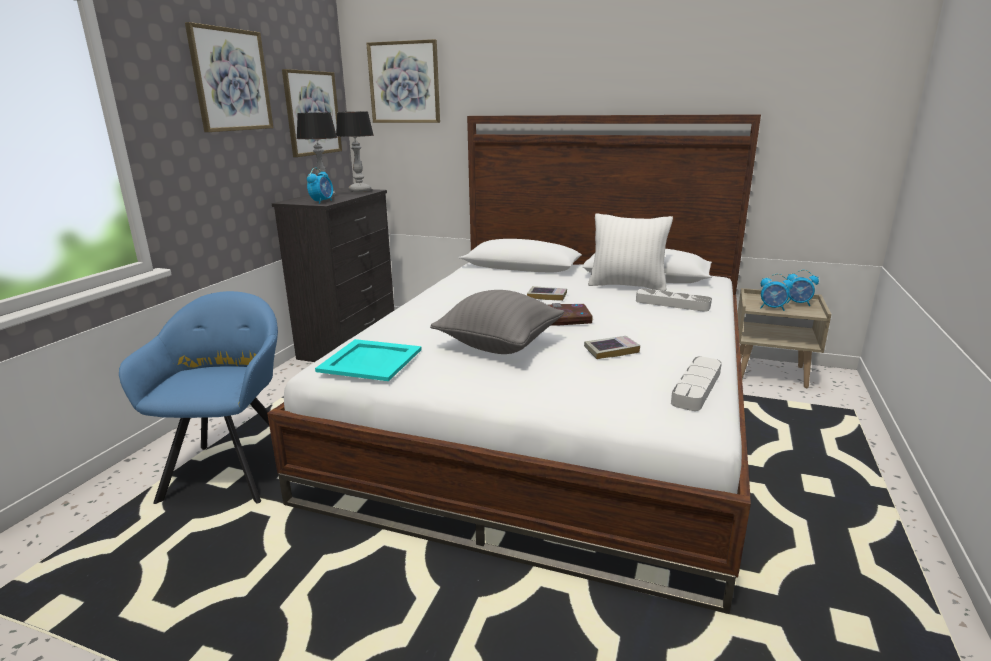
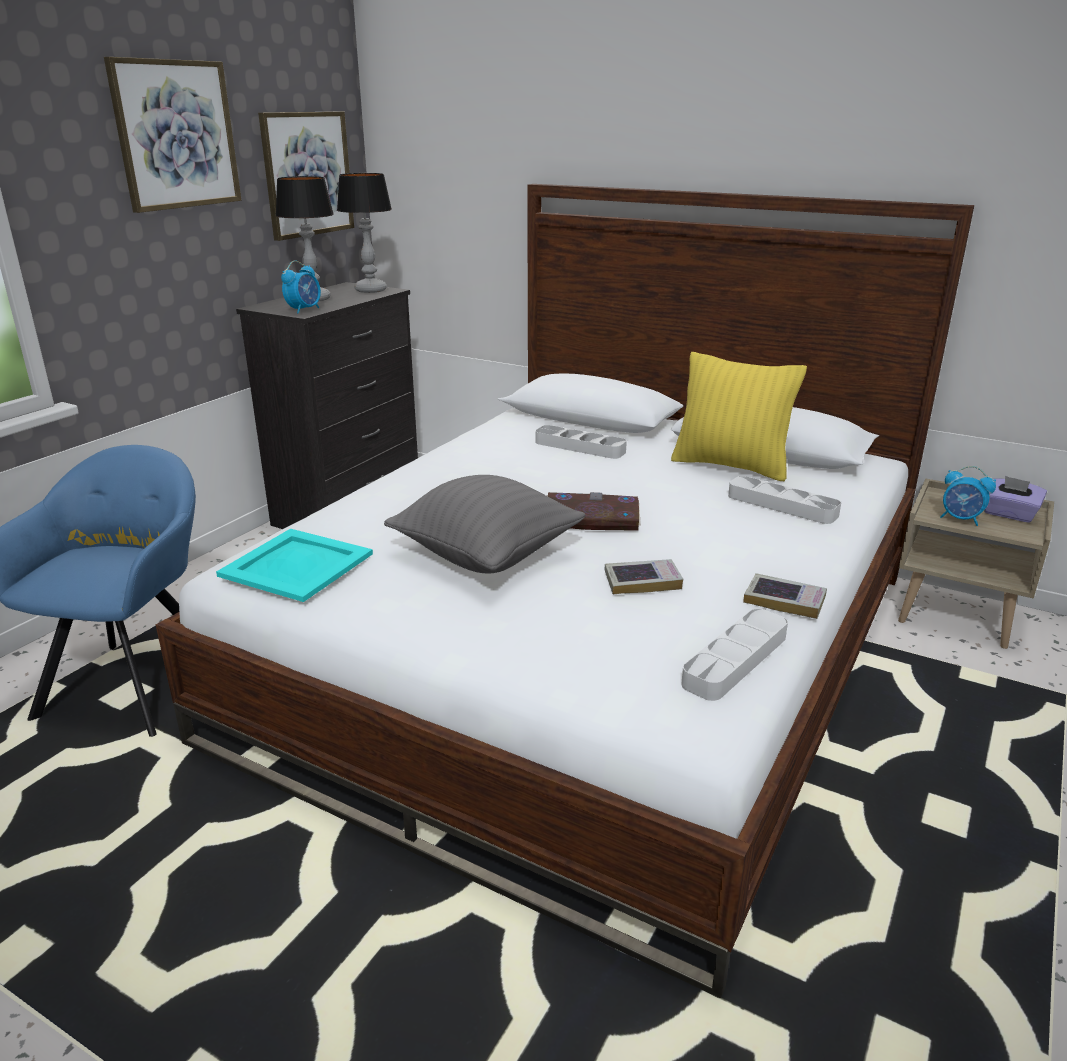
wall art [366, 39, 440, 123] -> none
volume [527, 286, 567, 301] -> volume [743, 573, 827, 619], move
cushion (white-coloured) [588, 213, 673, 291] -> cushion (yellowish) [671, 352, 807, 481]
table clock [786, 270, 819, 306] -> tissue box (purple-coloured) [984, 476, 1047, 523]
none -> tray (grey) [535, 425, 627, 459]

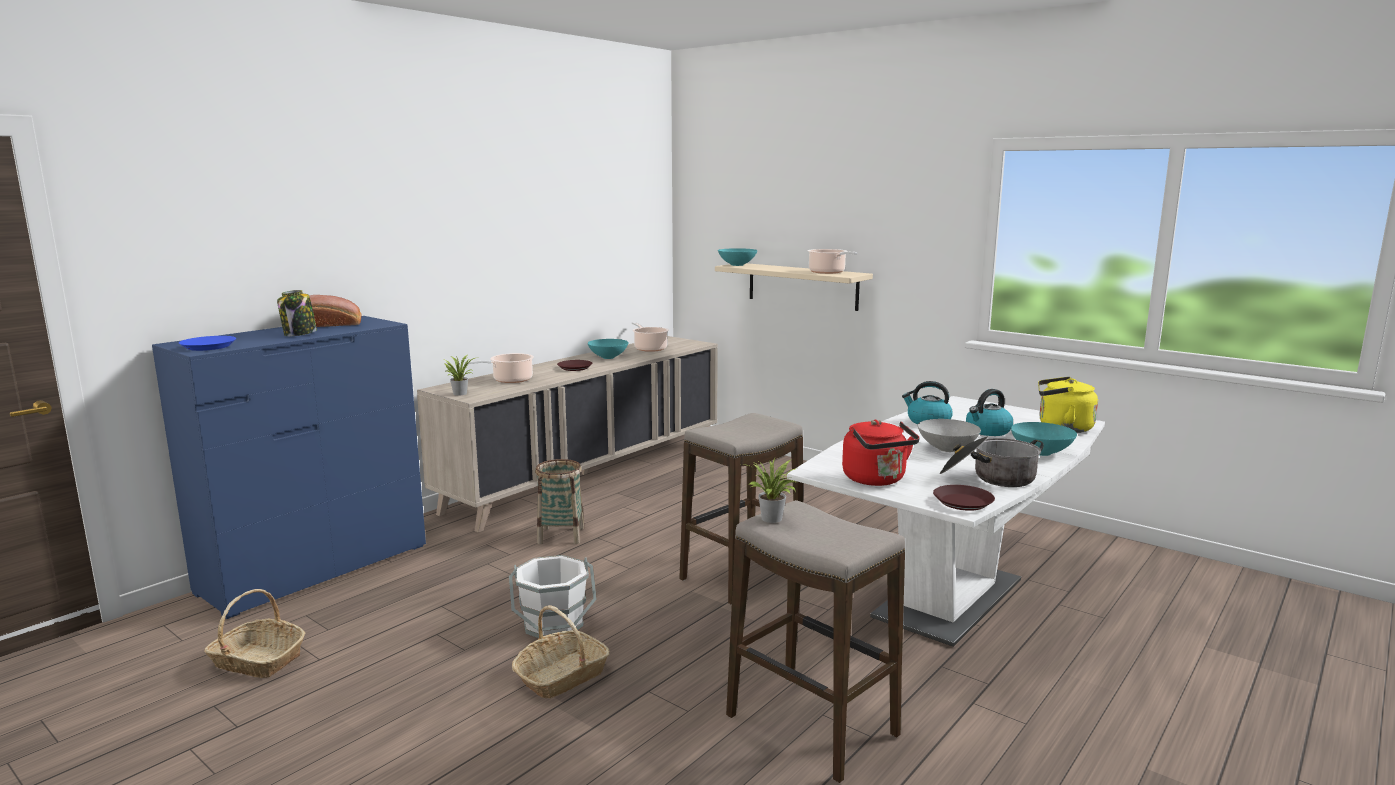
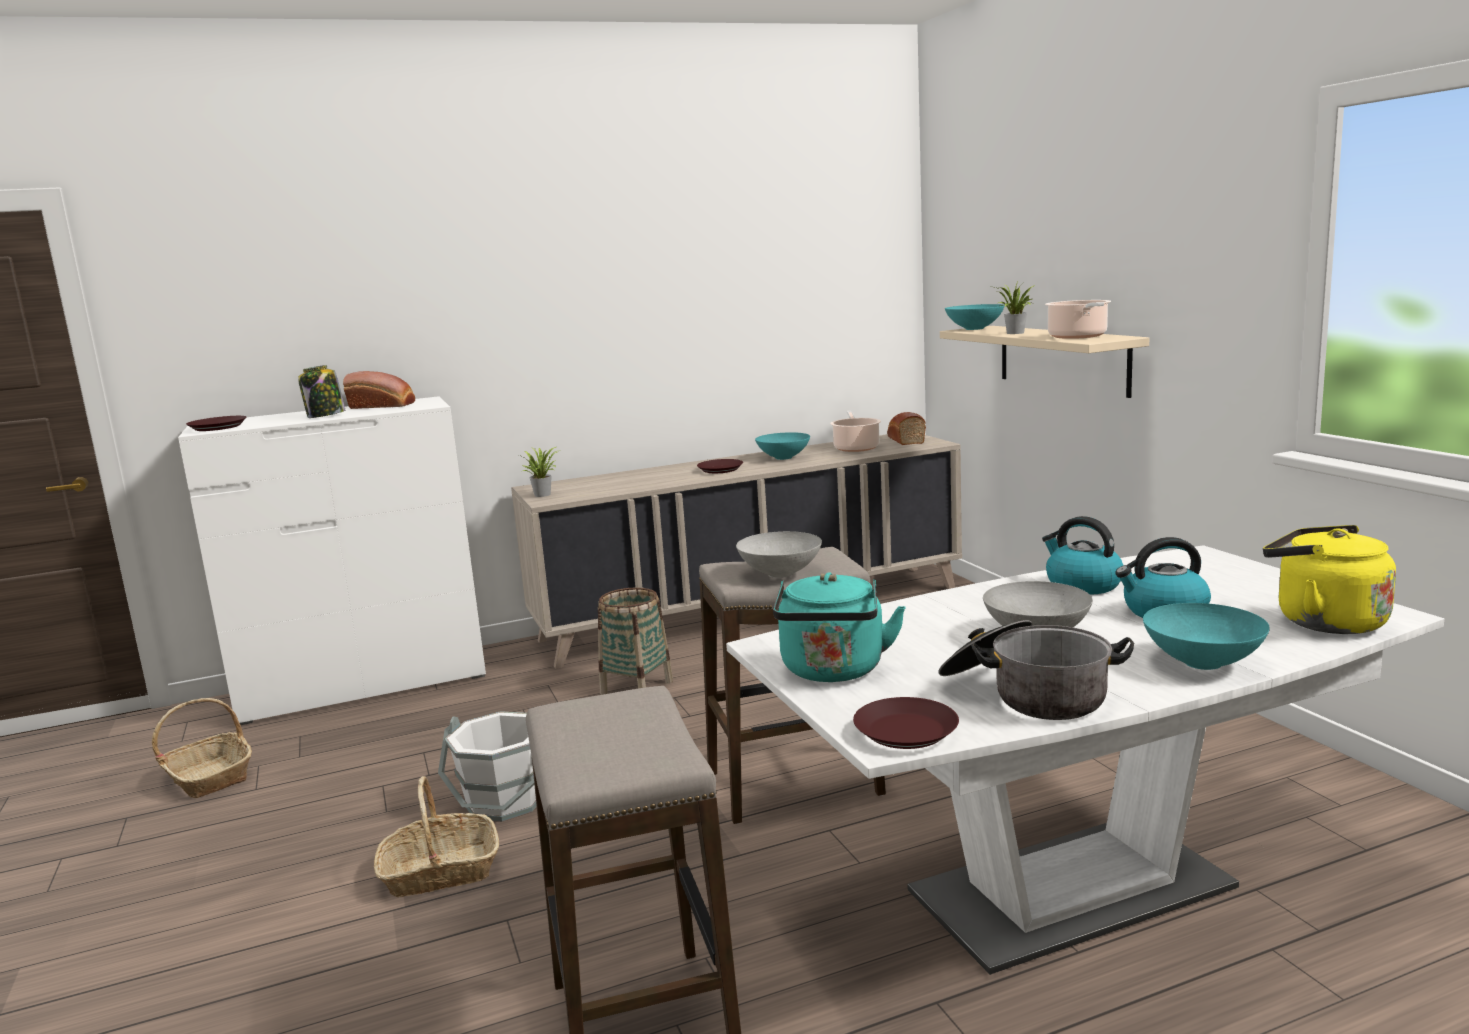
dresser (blue-coloured) [152, 316, 426, 619] -> dresser (white-coloured) [178, 396, 486, 725]
flat dish (blue-coloured) [179, 336, 236, 351] -> flat dish (brown) [186, 416, 246, 431]
stockpot [467, 353, 534, 383] -> none
potted plant [741, 458, 798, 523] -> potted plant [995, 280, 1035, 334], move
kettle (red) [842, 420, 920, 486] -> kettle (turquoise-coloured) [773, 572, 906, 682]
none -> deep dish (grey) [736, 531, 822, 578]
none -> baked bread [887, 412, 926, 445]

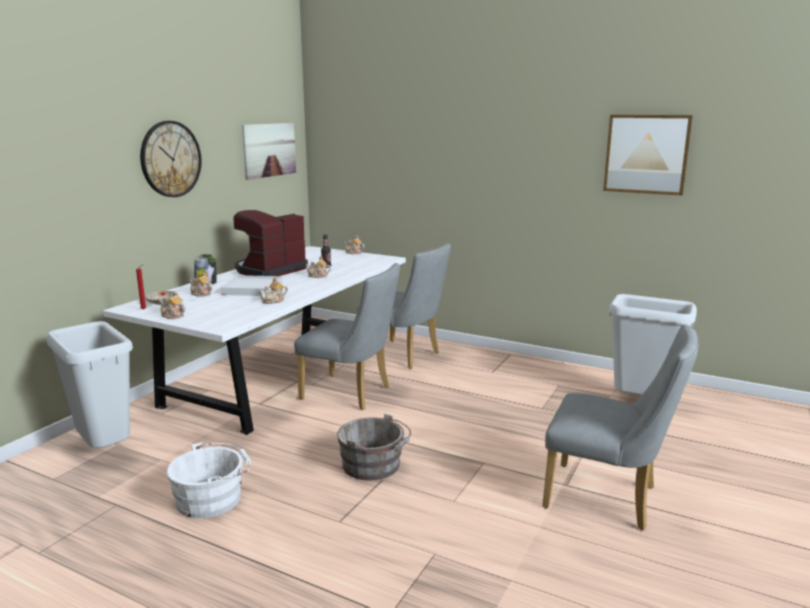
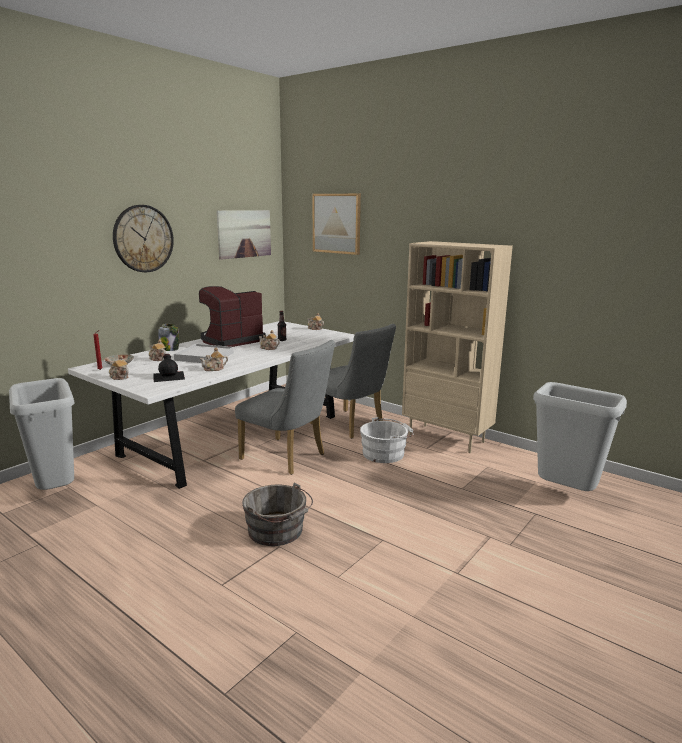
bucket (white-coloured) [167, 442, 251, 518] -> bucket (white-coloured) [360, 417, 414, 463], move
chair (grey) [542, 324, 698, 530] -> none
wall art [603, 115, 693, 195] -> wall art [312, 194, 361, 255], move
none -> bottle (blackish) [153, 354, 185, 382]
none -> bookshelf (sand-coloured) [402, 241, 513, 453]

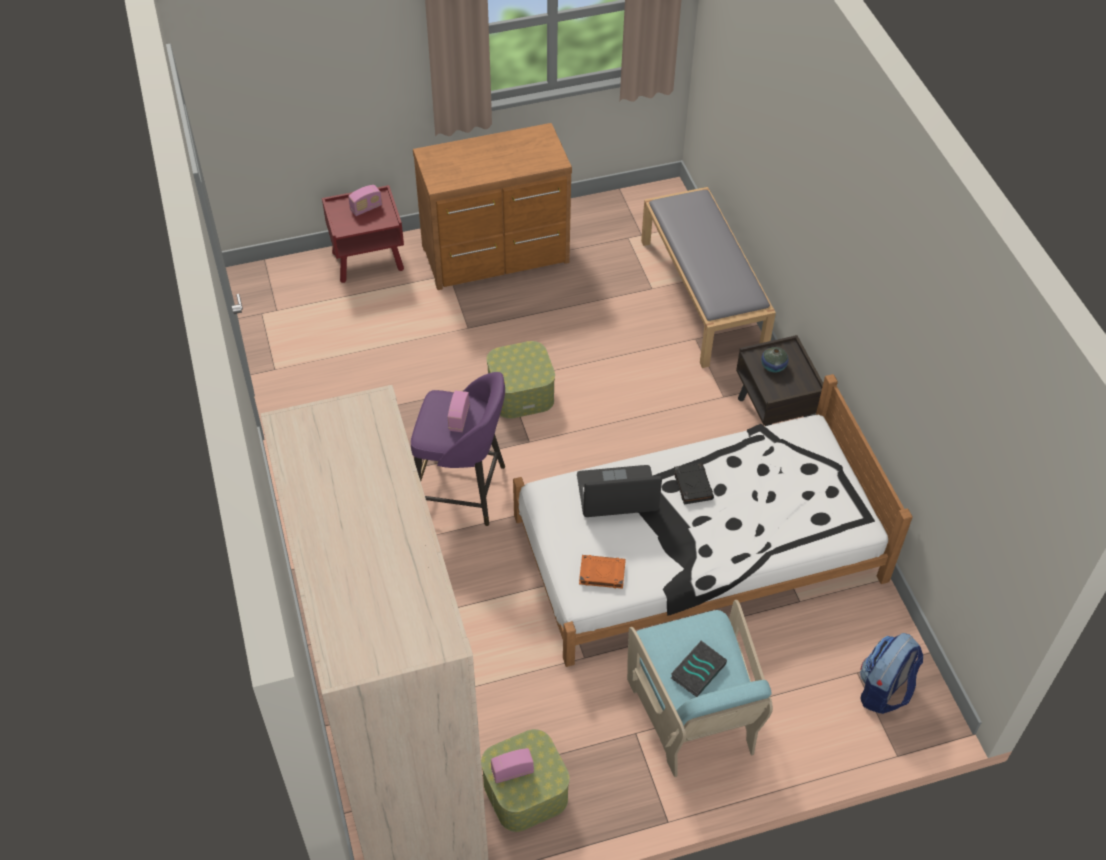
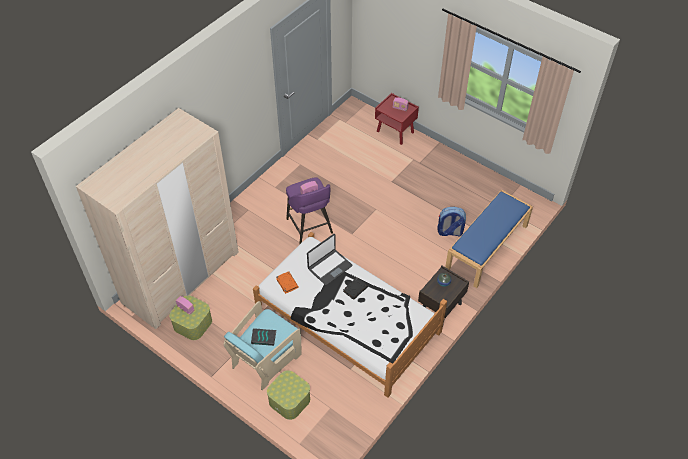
dresser (brown) [413, 123, 572, 290] -> none
storage box [487, 341, 555, 419] -> storage box [267, 370, 310, 420], move
portable computer [577, 465, 662, 517] -> portable computer [307, 234, 352, 285], 90 degrees clockwise
bench (grey) [641, 187, 776, 368] -> bench (blue-coloured) [445, 190, 533, 288]
backpack [860, 633, 923, 714] -> backpack [437, 207, 466, 236], move

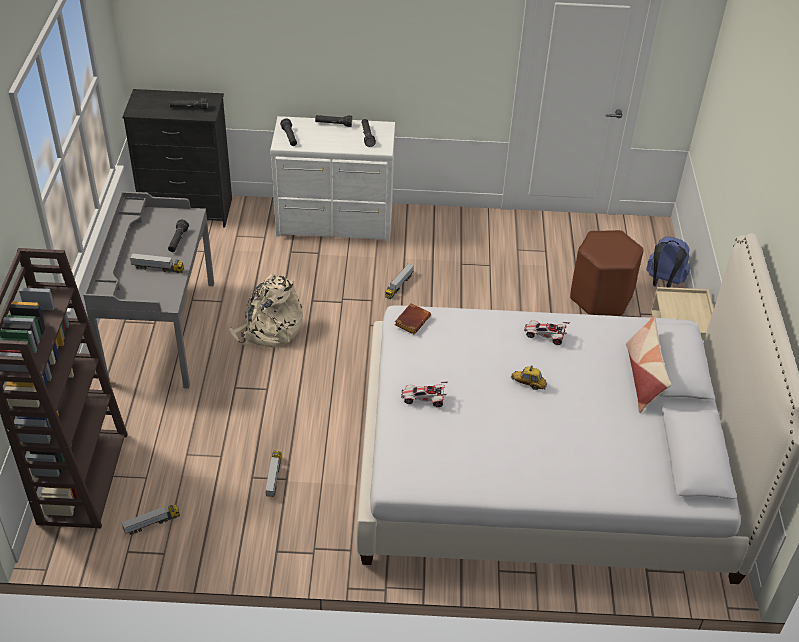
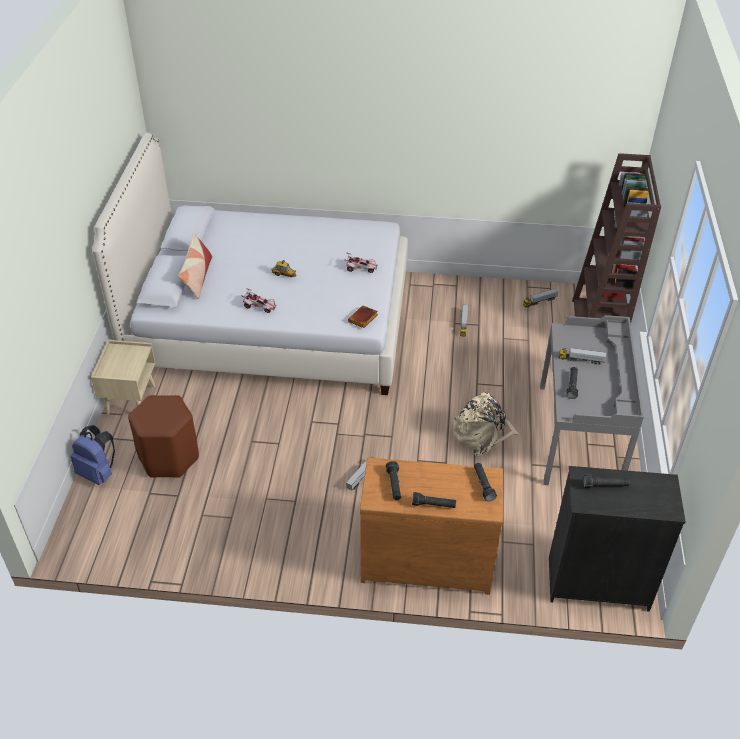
dresser (white-coloured) [270, 116, 395, 242] -> dresser (brown) [360, 457, 503, 595]

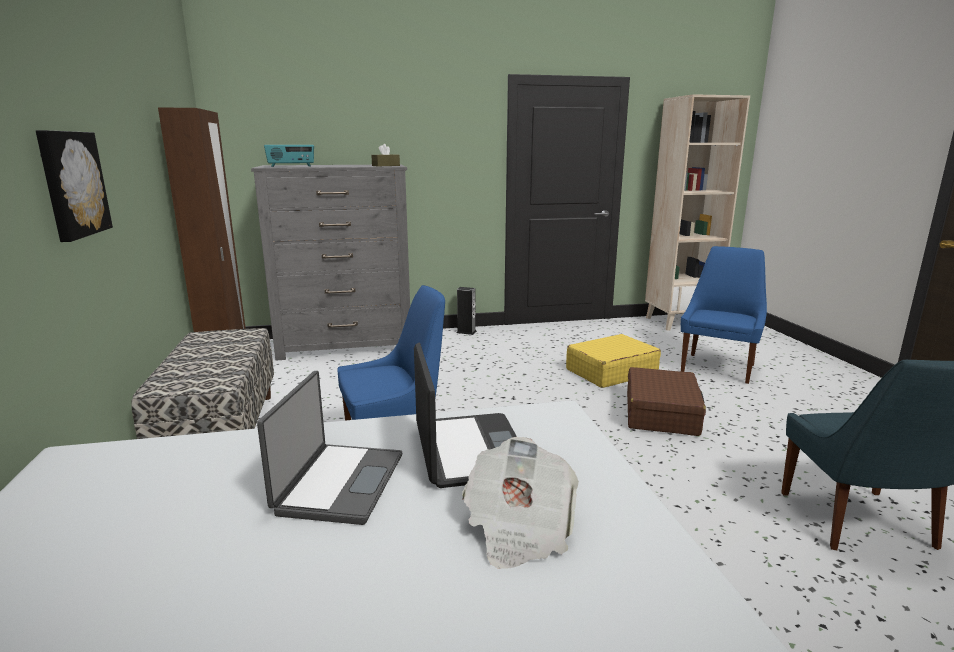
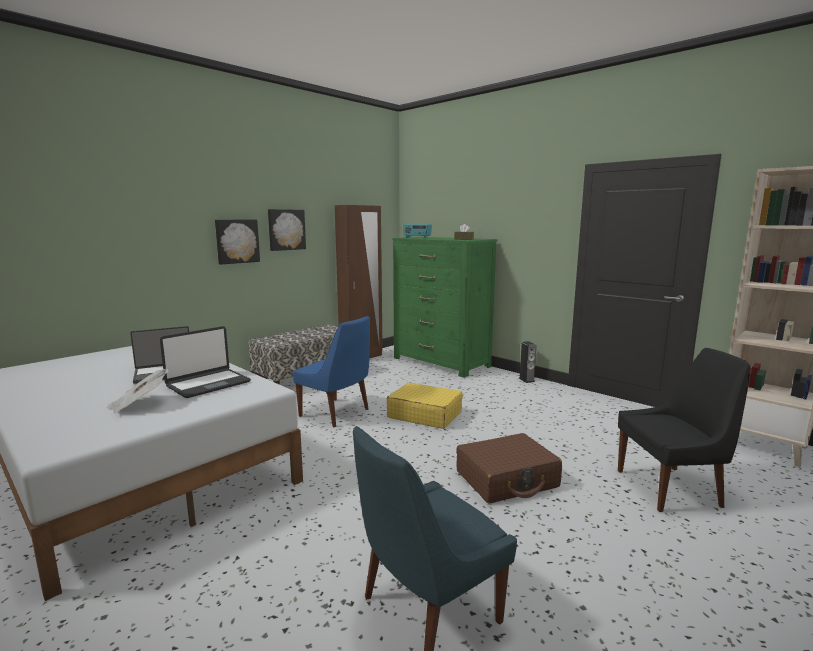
dresser (grey) [251, 164, 410, 361] -> dresser (green-coloured) [392, 237, 498, 378]
travel case (yellowish) [566, 334, 661, 388] -> travel case (yellowish) [387, 383, 463, 429], move
chair (blue-coloured) [681, 246, 767, 384] -> chair (blackish) [618, 348, 751, 512]
none -> wall art [268, 209, 306, 251]

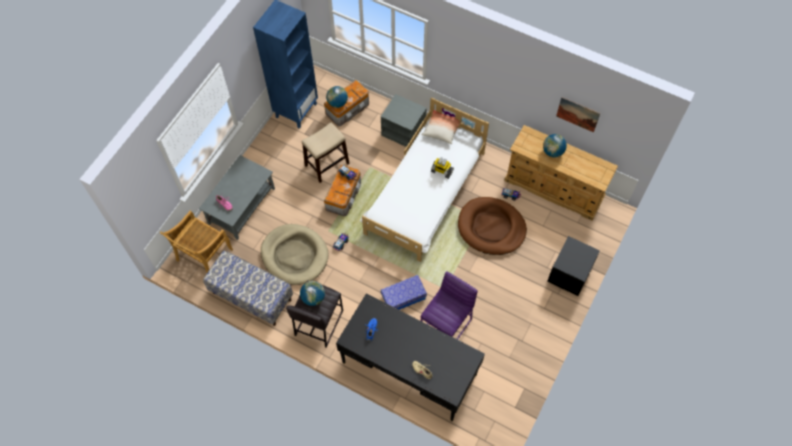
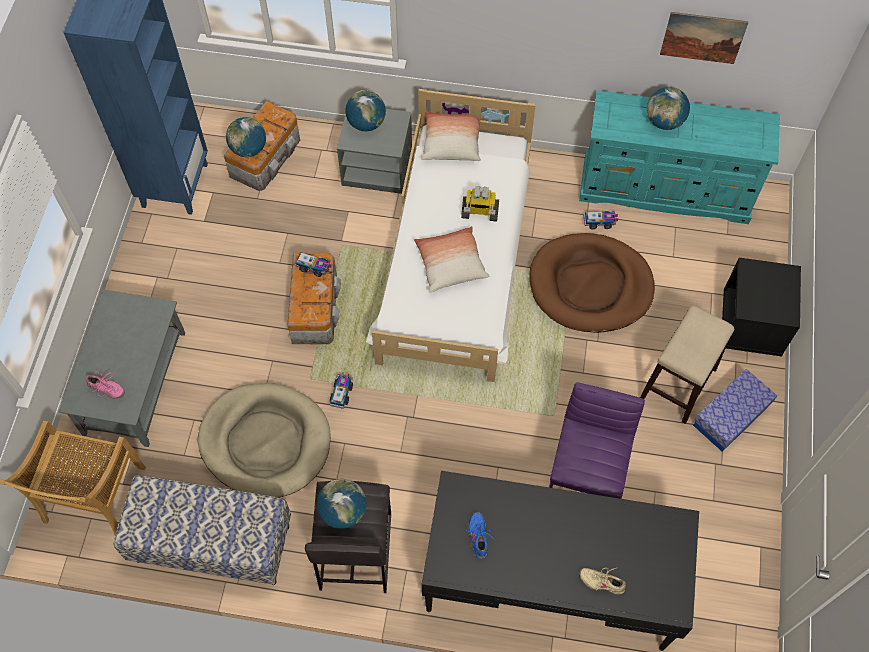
stool [302, 123, 349, 183] -> stool [640, 305, 734, 424], move
storage box [381, 275, 427, 310] -> storage box [693, 369, 777, 452], move
dresser (sand-coloured) [504, 125, 618, 221] -> dresser (turquoise-coloured) [579, 90, 780, 224]
none -> world globe [345, 90, 386, 131]
none -> cushion [414, 226, 489, 292]

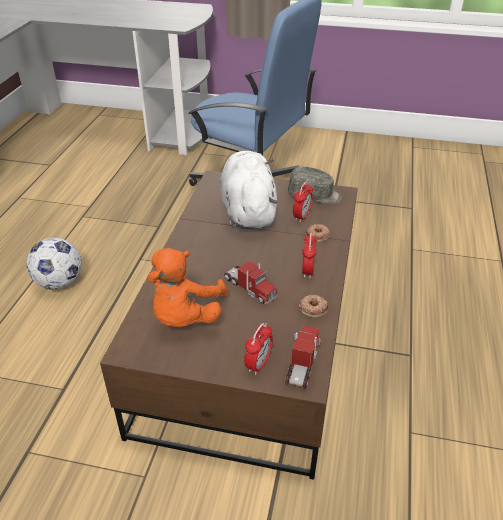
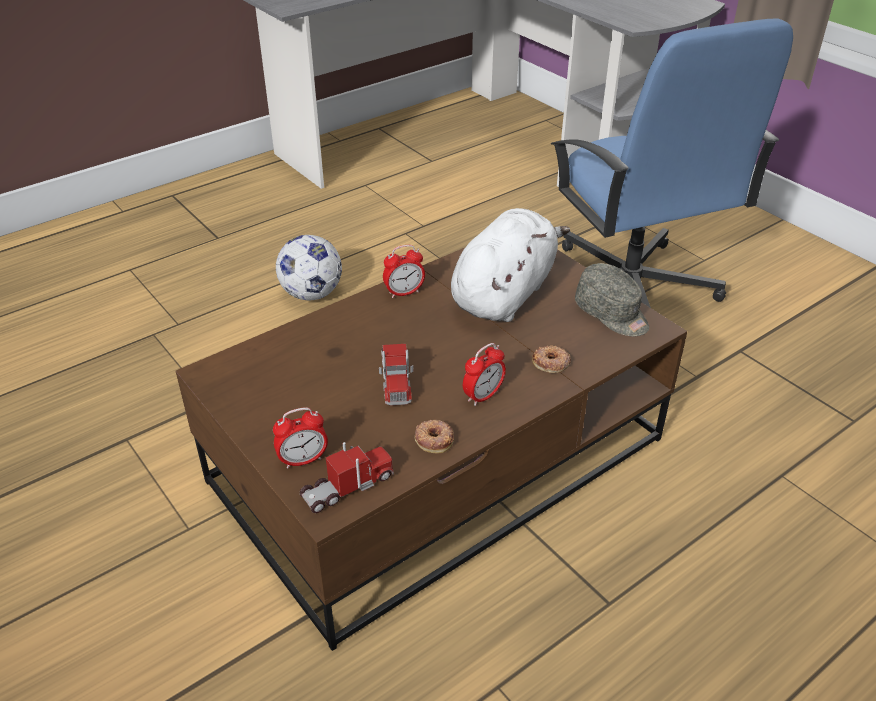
soft toy (orange-coloured) [148, 248, 228, 327] -> none
table clock [293, 181, 313, 223] -> table clock [383, 245, 425, 298], move

